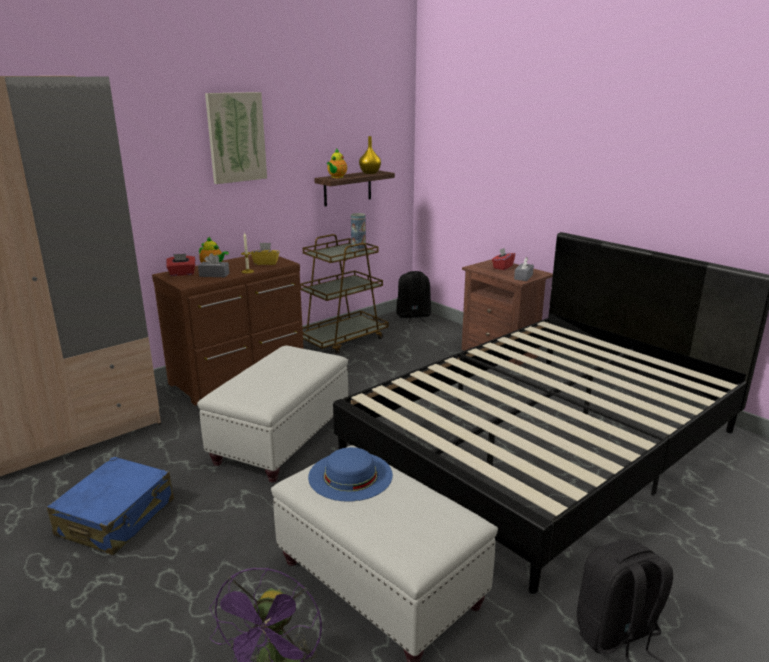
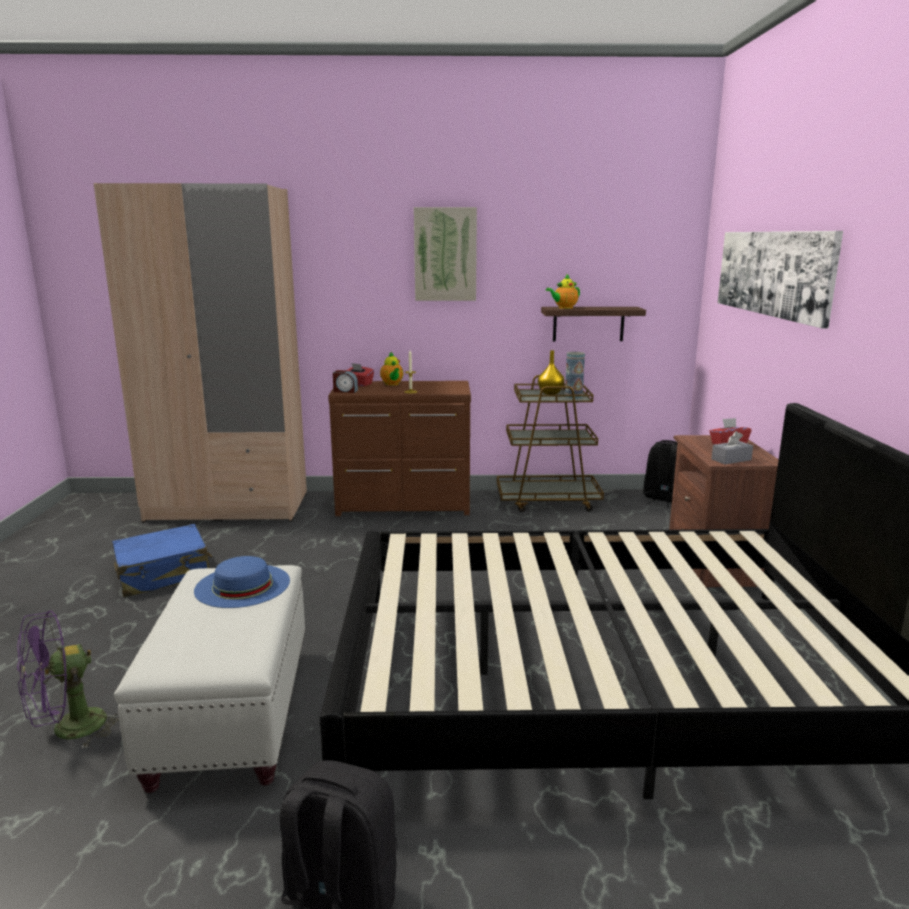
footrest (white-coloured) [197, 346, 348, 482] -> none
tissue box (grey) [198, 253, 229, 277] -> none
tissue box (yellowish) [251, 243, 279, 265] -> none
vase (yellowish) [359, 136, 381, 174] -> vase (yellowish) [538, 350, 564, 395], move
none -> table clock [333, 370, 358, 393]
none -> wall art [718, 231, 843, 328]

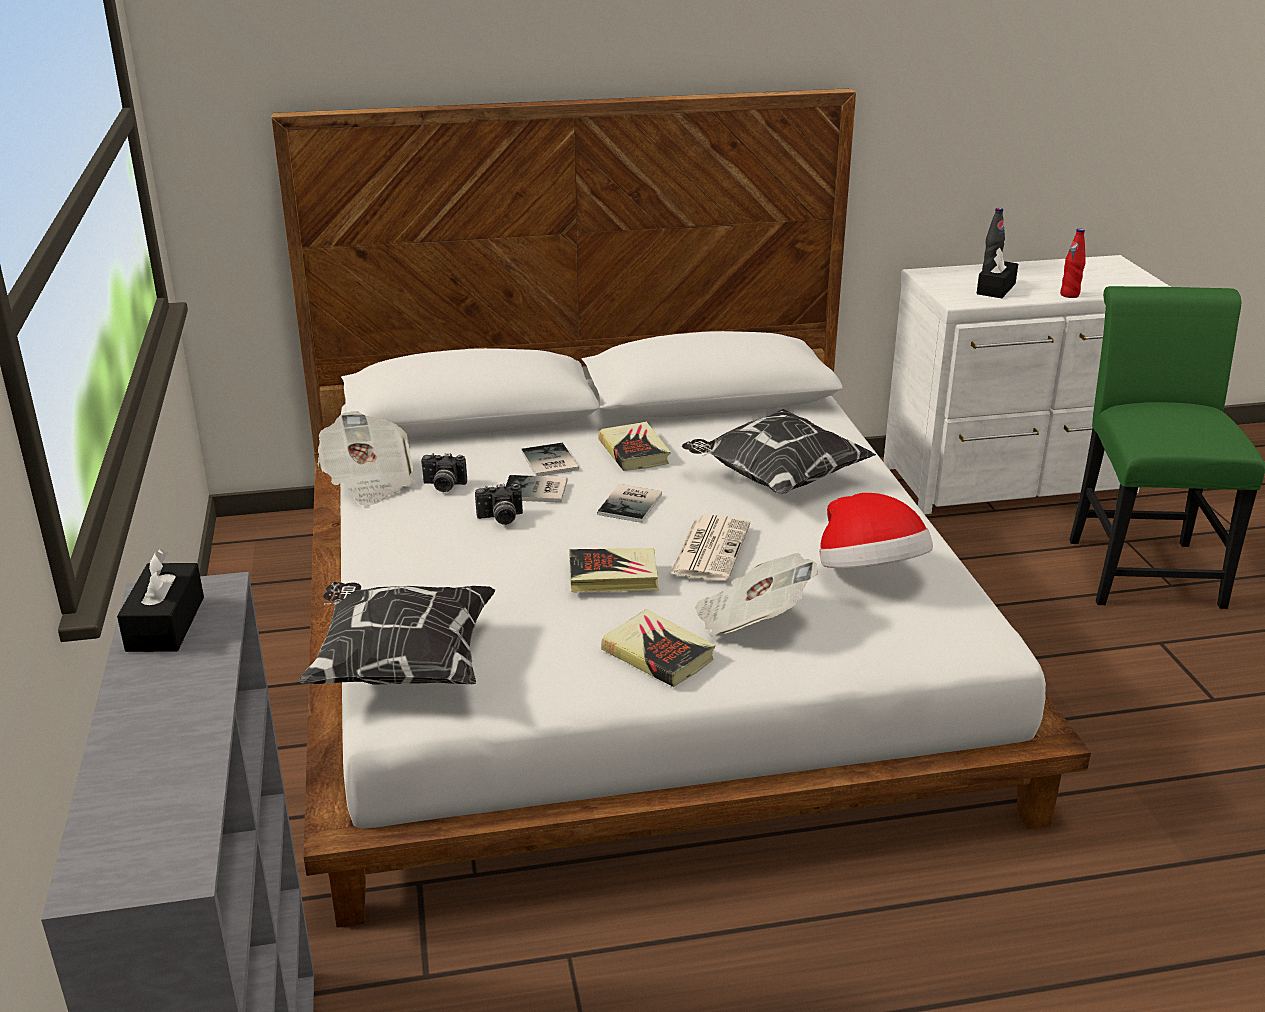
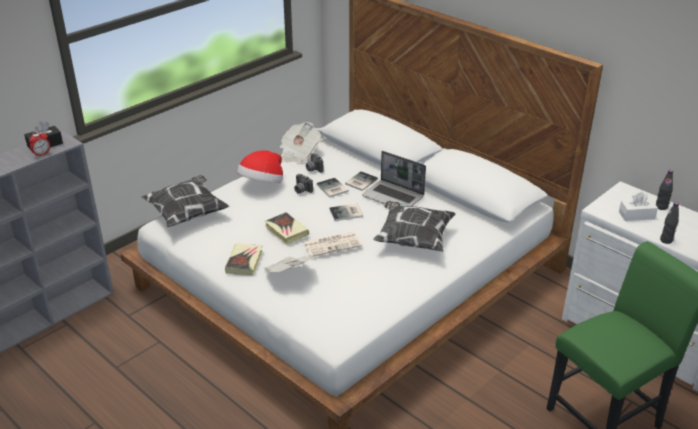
volume [598, 422, 671, 471] -> portable computer [362, 151, 426, 207]
clothing hat [819, 493, 933, 568] -> clothing hat [237, 150, 283, 183], move
tissue box (blackish) [976, 248, 1018, 298] -> tissue box (white-coloured) [619, 192, 658, 221]
bottle (red) [1060, 228, 1086, 298] -> bottle (blackish) [660, 202, 679, 244]
none -> table clock [29, 131, 51, 156]

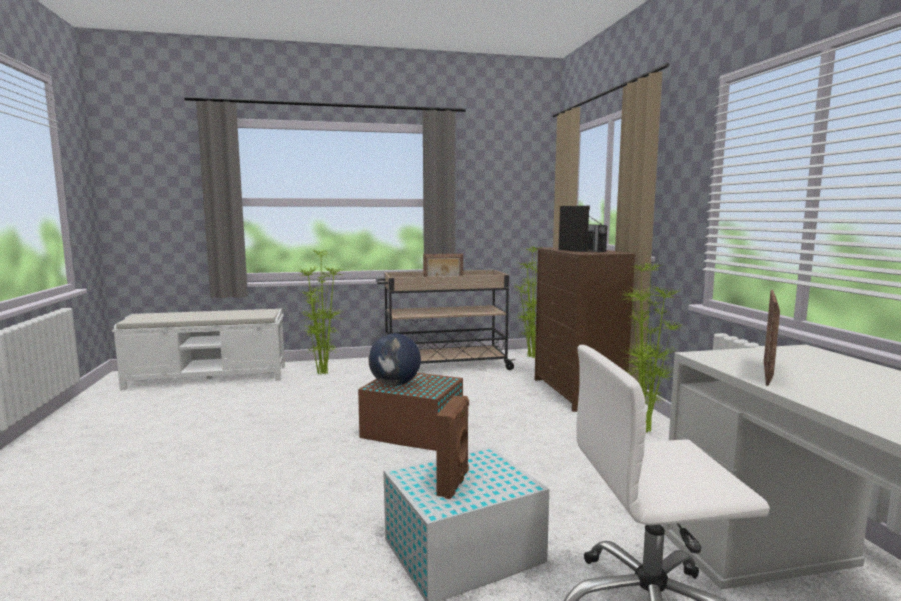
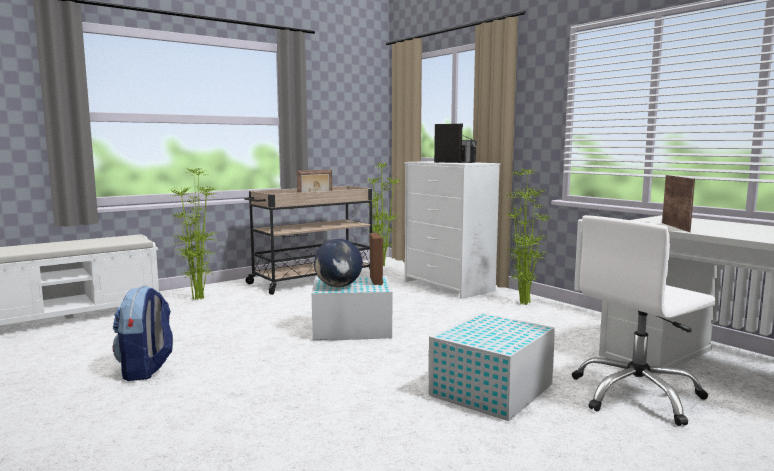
storage box (brown) [358, 373, 463, 451] -> storage box (white-coloured) [312, 276, 392, 340]
loudspeaker (brown) [436, 396, 469, 499] -> loudspeaker (brown) [370, 233, 384, 285], move
dresser (brown) [535, 247, 636, 412] -> dresser (white-coloured) [405, 161, 500, 299]
none -> backpack [113, 285, 173, 381]

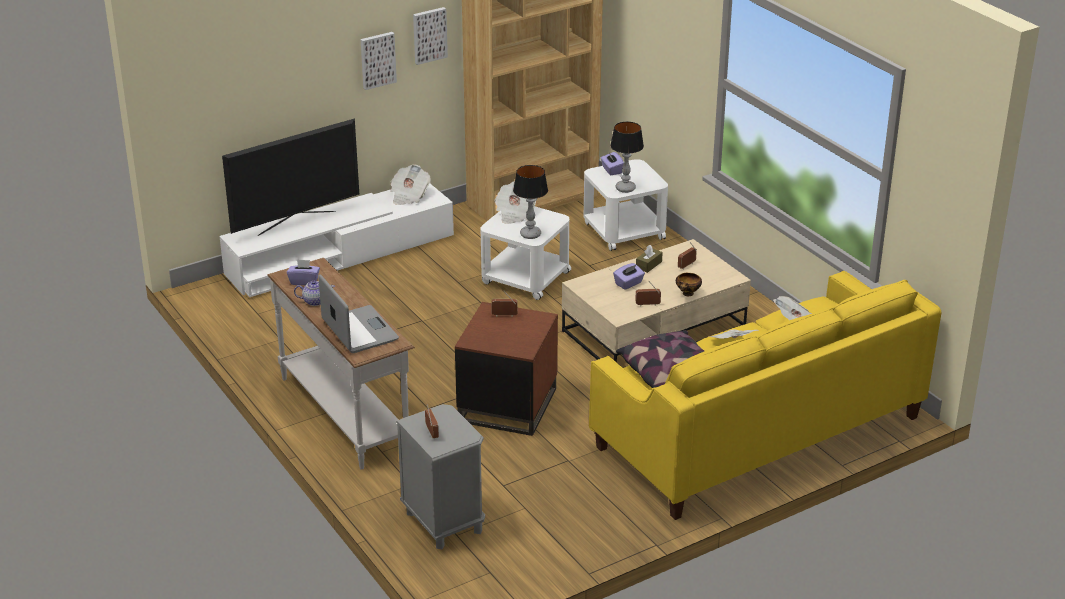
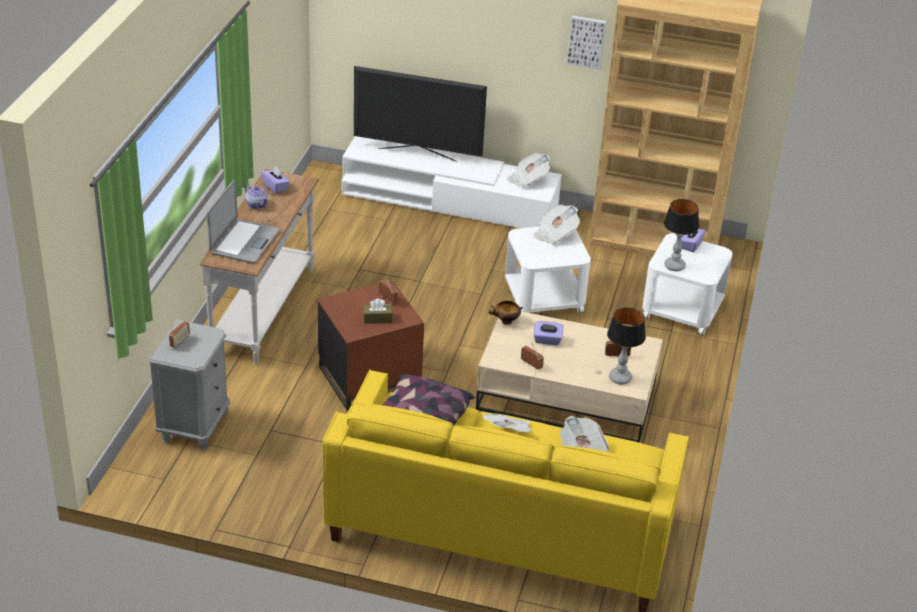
wall art [360, 32, 397, 90] -> none
lamp for a table [513, 165, 548, 239] -> lamp for a table [607, 307, 646, 385], move
tissue box (brown) [636, 245, 663, 273] -> tissue box (brown) [363, 298, 393, 323], move
deep dish [676, 273, 702, 296] -> deep dish [488, 300, 523, 325], move

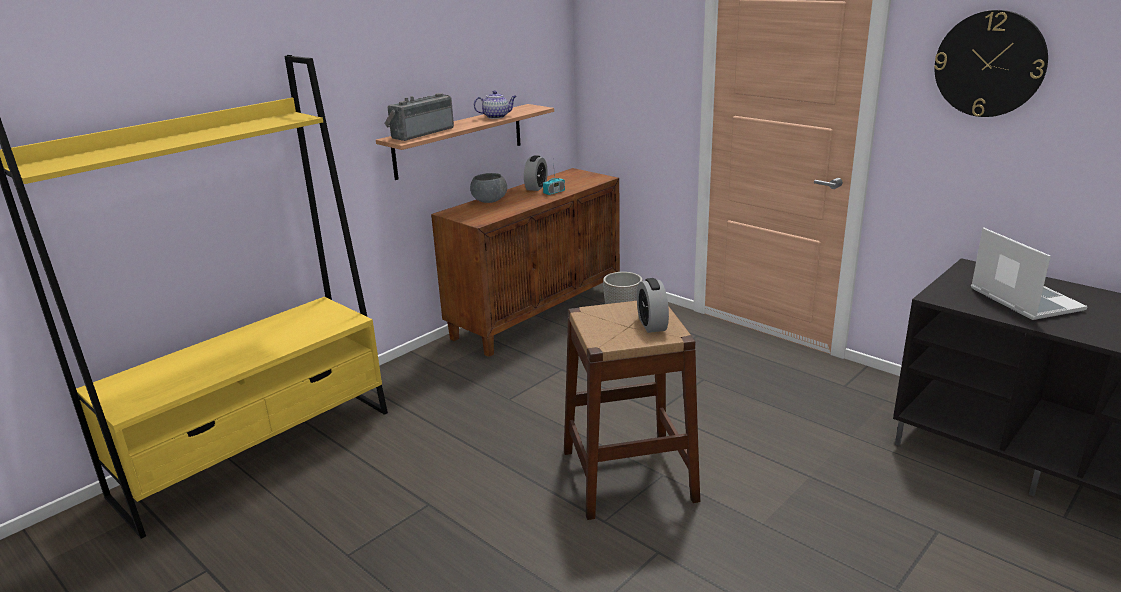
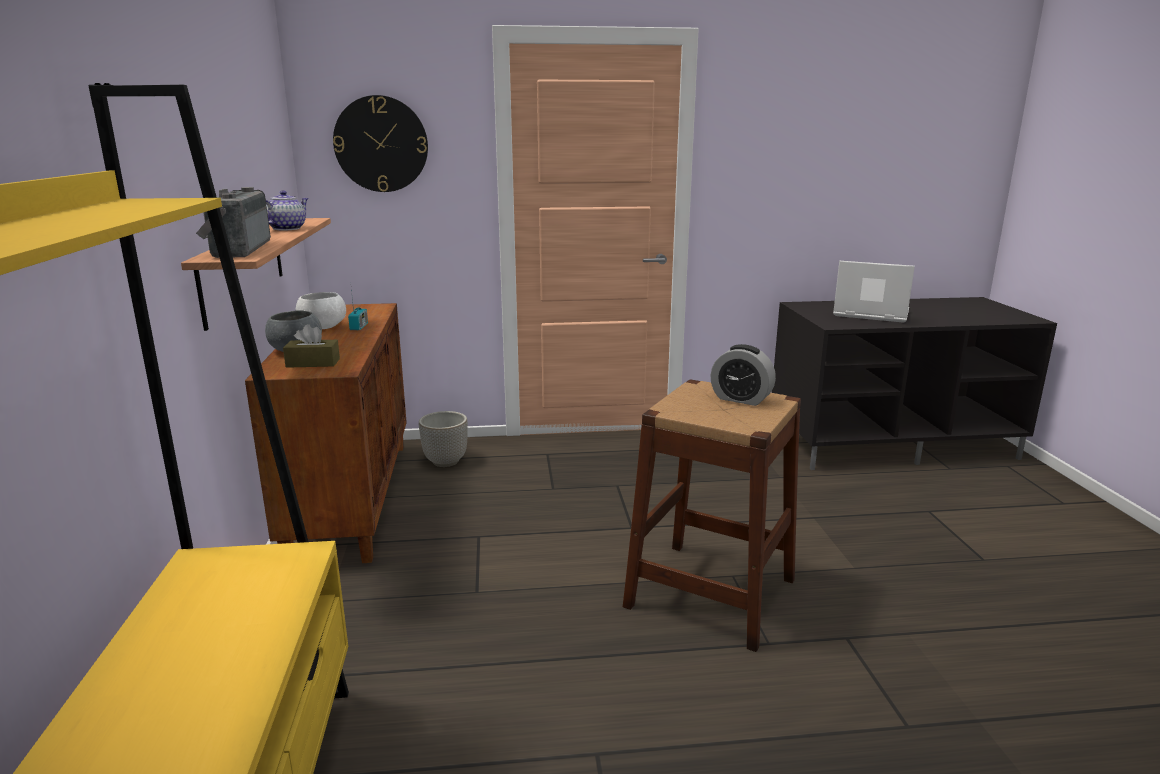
table clock [524, 155, 547, 191] -> deep dish (white-coloured) [296, 292, 346, 329]
wall clock [934, 10, 1048, 117] -> wall clock [333, 95, 428, 192], move
none -> tissue box (brown) [283, 324, 340, 368]

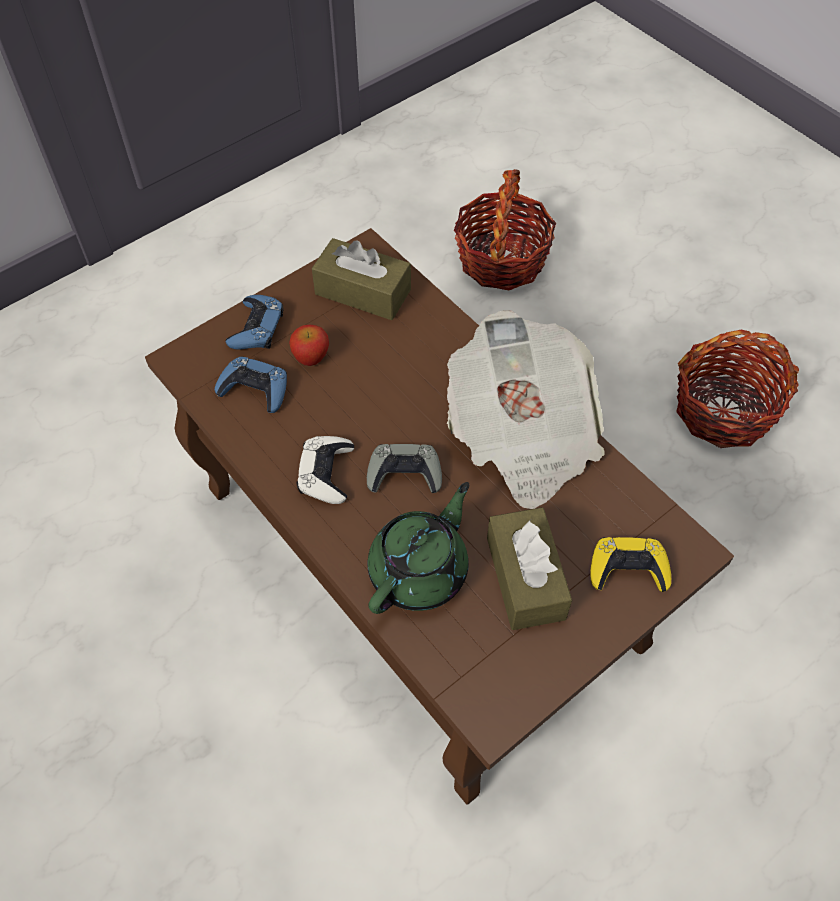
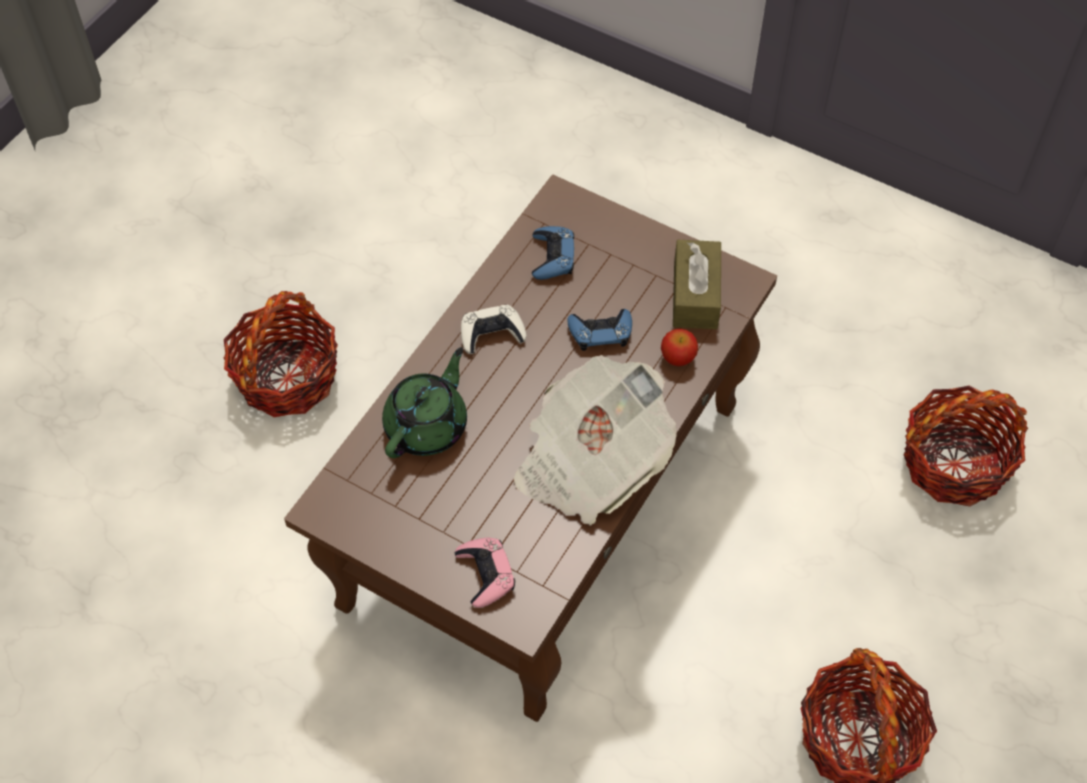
joypad (blue-coloured) [225, 295, 283, 350] -> joypad (blue-coloured) [567, 309, 632, 351], move
apple fruit [289, 324, 329, 366] -> apple fruit [661, 328, 698, 366], move
joypad (grey) [367, 444, 442, 493] -> none
pot for tea (green-coloured) [368, 482, 469, 614] -> pot for tea (green-coloured) [382, 347, 467, 458], 75 degrees counterclockwise
tissue box (brown) [487, 507, 572, 630] -> none
joypad (yellowish) [590, 537, 671, 592] -> joypad (pink) [455, 538, 515, 608]
none -> storage basket [223, 291, 338, 417]

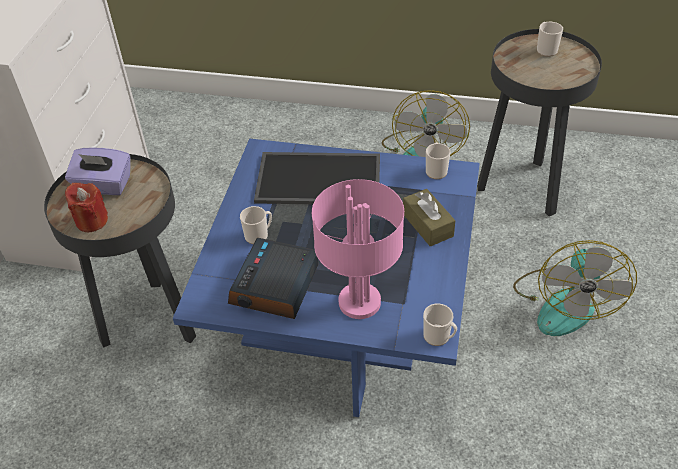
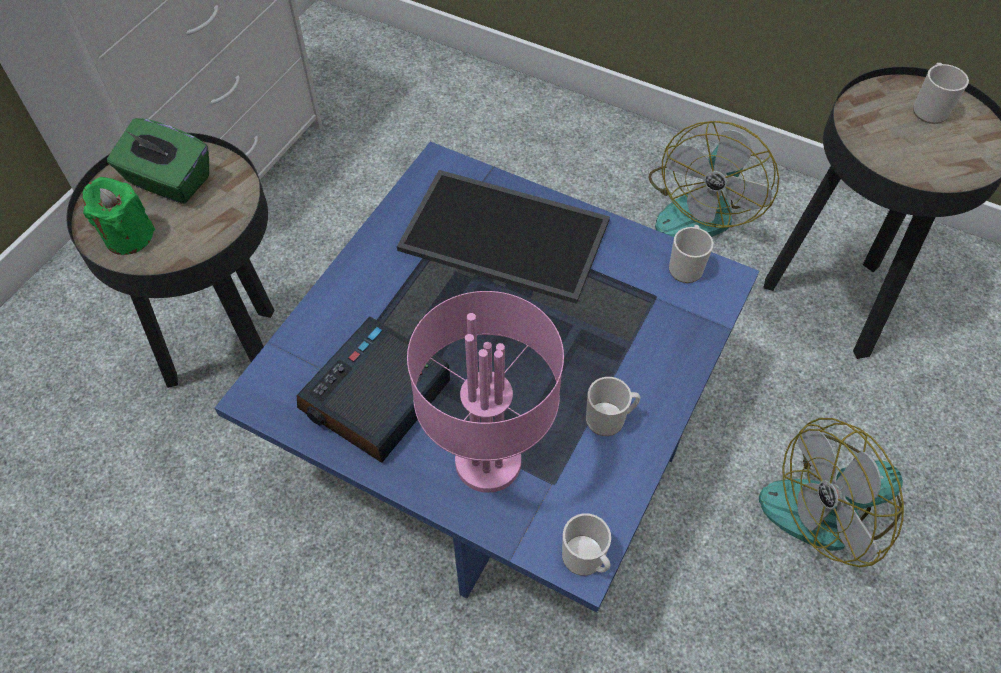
tissue box (purple-coloured) [65, 148, 131, 195] -> tissue box (green-coloured) [107, 118, 209, 204]
wax light (red) [65, 183, 108, 232] -> wax light (green-coloured) [83, 177, 155, 255]
mug [240, 206, 272, 244] -> mug [586, 377, 640, 436], move
tissue box (brown) [403, 189, 456, 247] -> none
electric fan [513, 240, 637, 336] -> electric fan [759, 418, 904, 567], 45 degrees clockwise

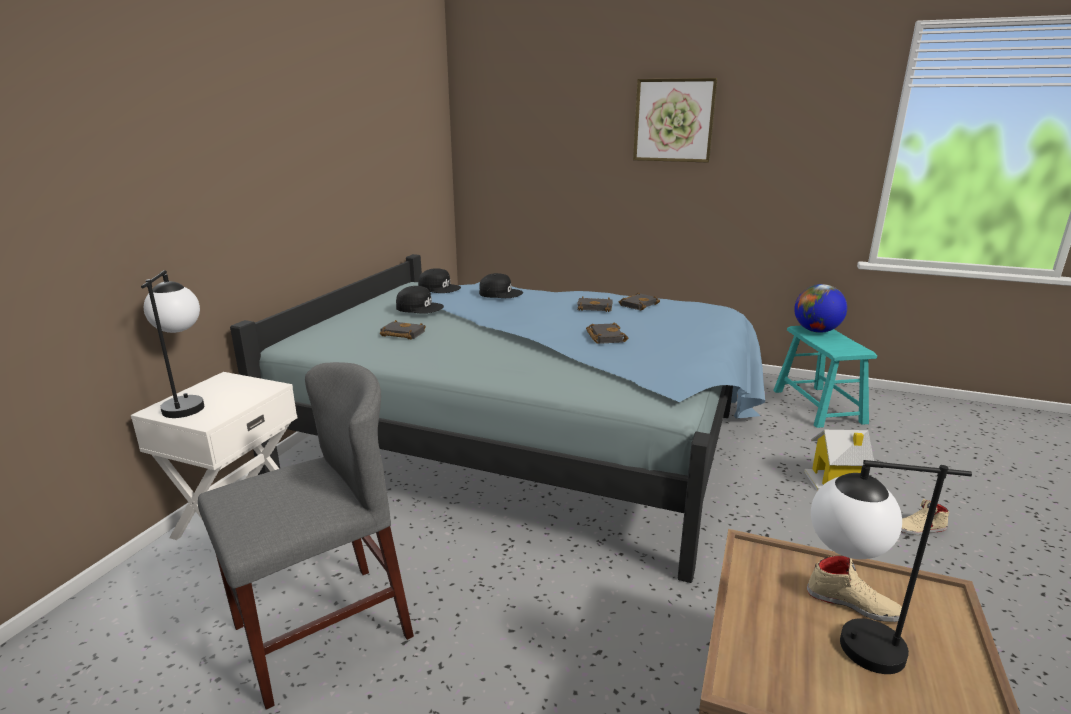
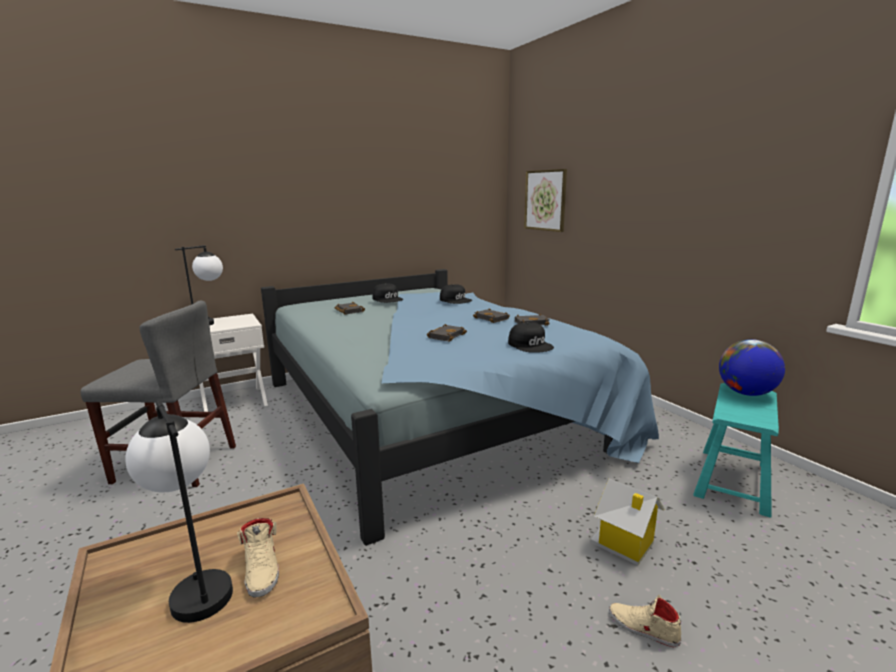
cap (blackish) [418, 268, 461, 293] -> cap (blackish) [508, 322, 554, 353], move
wall art [633, 78, 718, 163] -> wall art [524, 169, 567, 232], move

